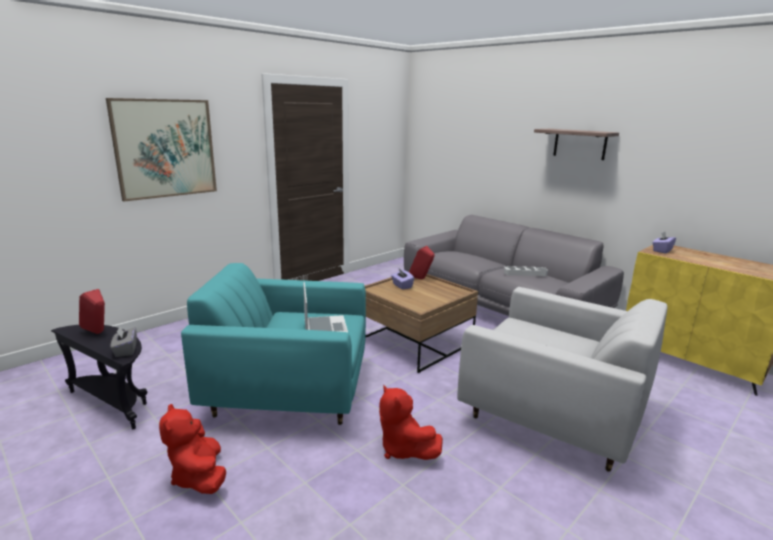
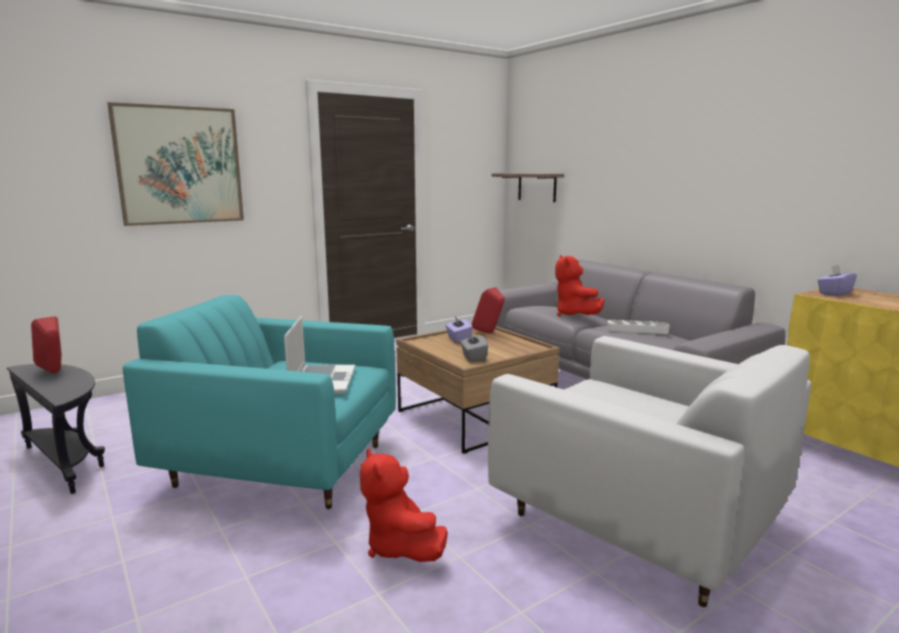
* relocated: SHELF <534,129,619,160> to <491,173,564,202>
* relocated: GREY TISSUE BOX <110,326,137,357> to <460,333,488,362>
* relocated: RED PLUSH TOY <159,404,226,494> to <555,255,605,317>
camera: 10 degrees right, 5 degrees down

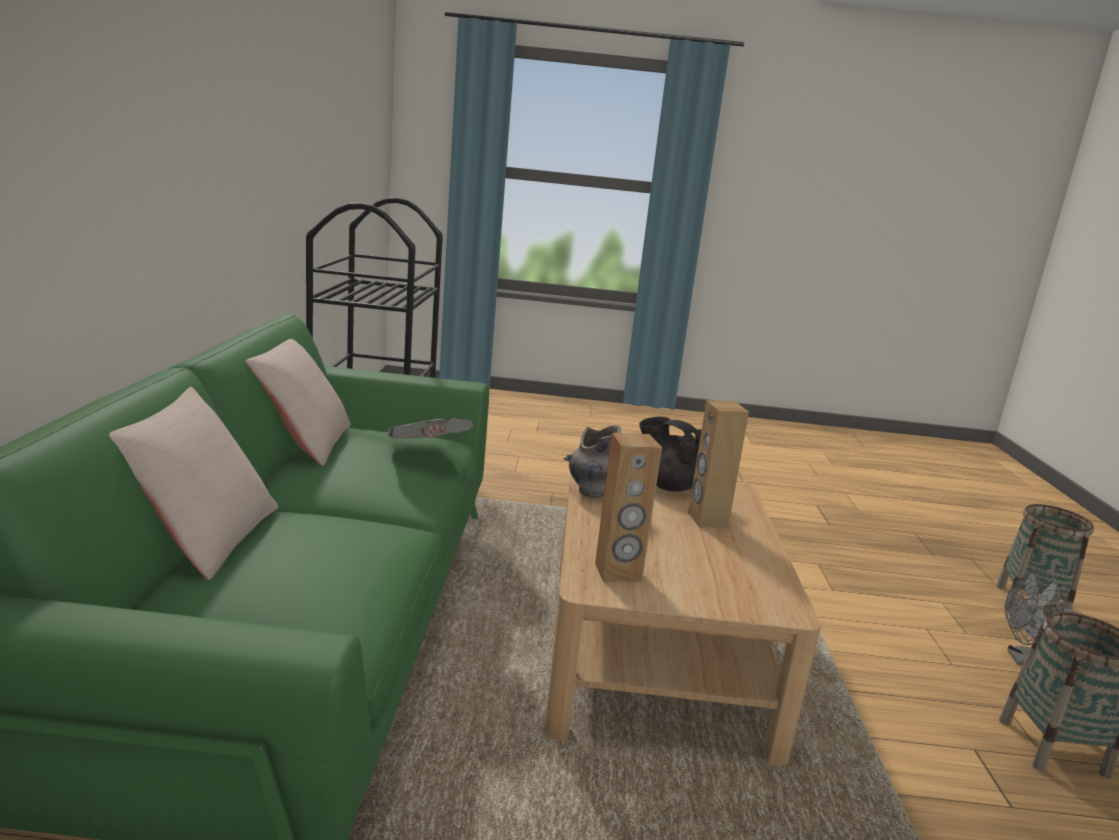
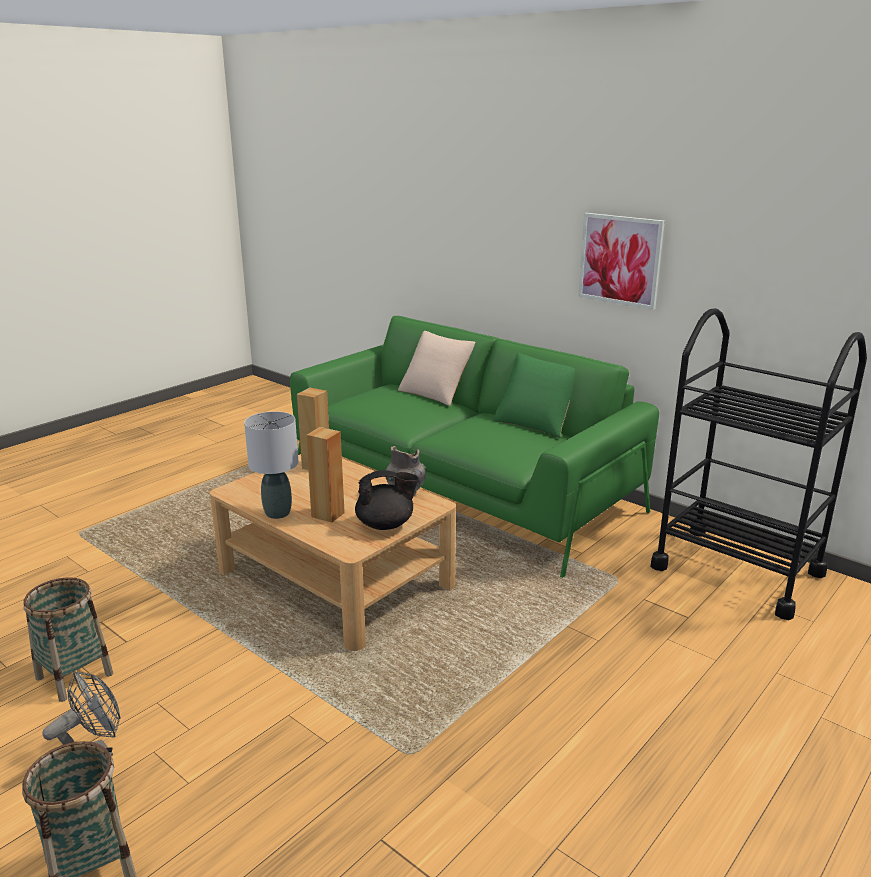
* colour: BEIGE PILLOW <245,339,351,466> to GREEN PILLOW <493,353,575,438>
* missing: NEWSPAPER <388,418,473,439>
* appeared: PICTURE <578,213,665,310>
* appeared: GREY TABLE LAMP <244,411,298,519>
camera: 130 degrees right, 5 degrees up

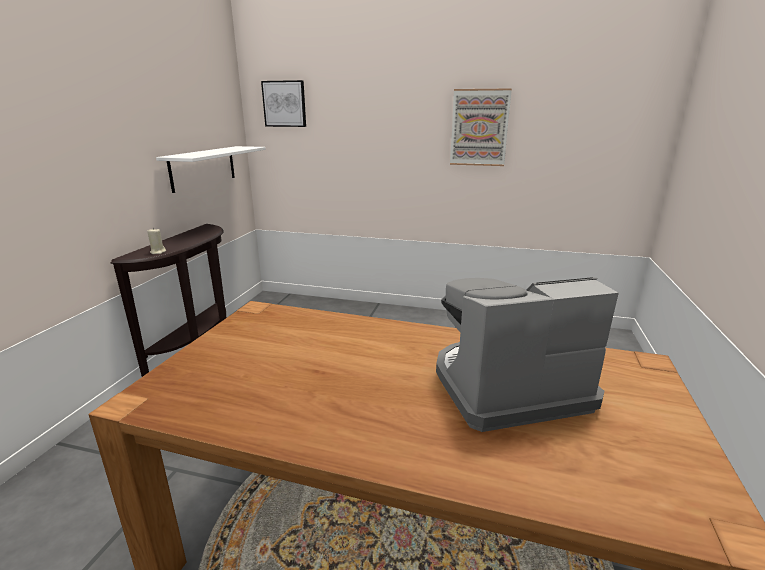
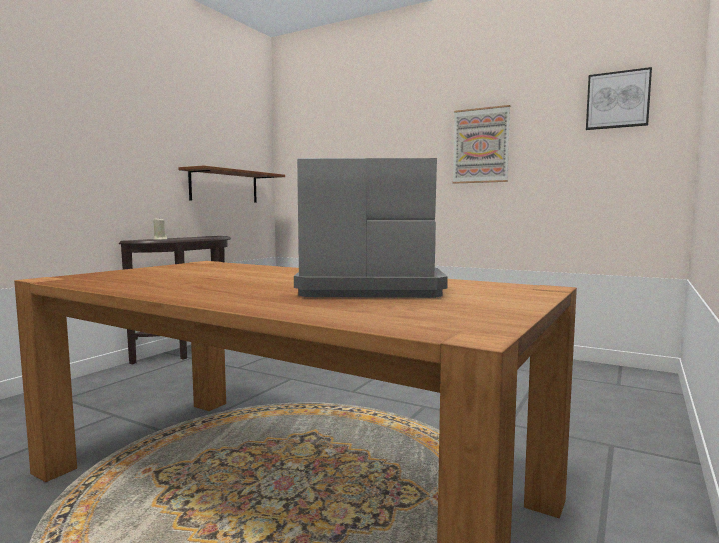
* relocated: PICTURE <261,80,306,127> to <586,67,652,130>
* colour: WHITE SHELF <156,146,266,193> to BROWN SHELF <178,165,285,203>
camera: 15 degrees right, 15 degrees down

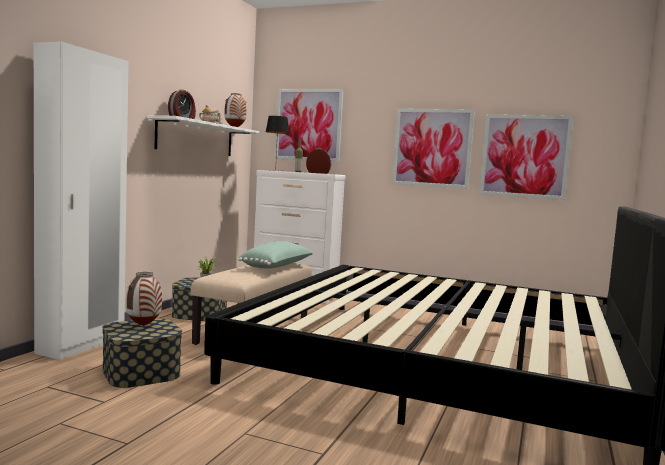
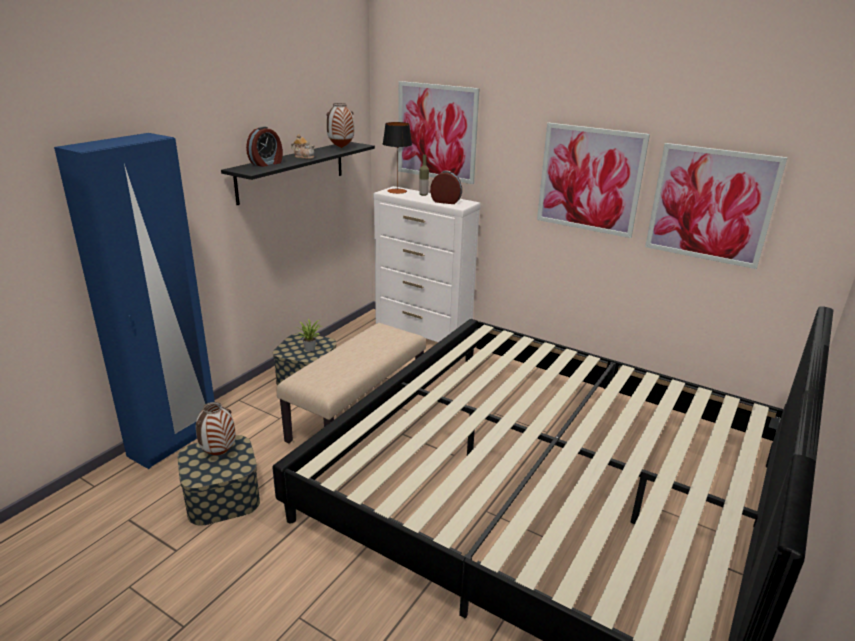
* colour: WHITE WARDROBE <34,41,129,360> to BLUE WARDROBE <54,133,215,469>
* colour: WHITE SHELF <147,115,260,156> to BLACK SHELF <221,142,375,205>
* missing: GREEN PILLOW <238,241,313,269>
camera: 10 degrees right, 20 degrees up

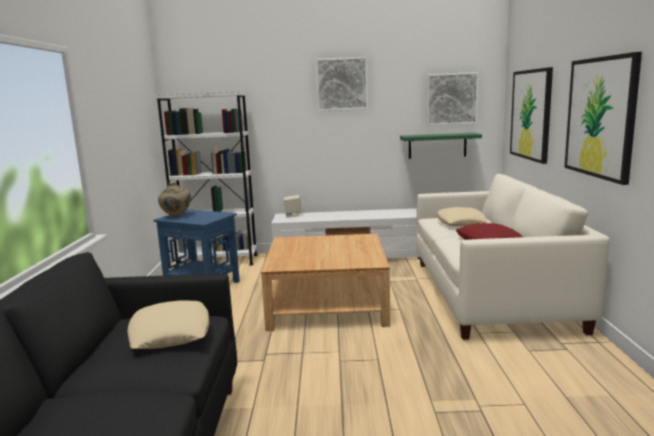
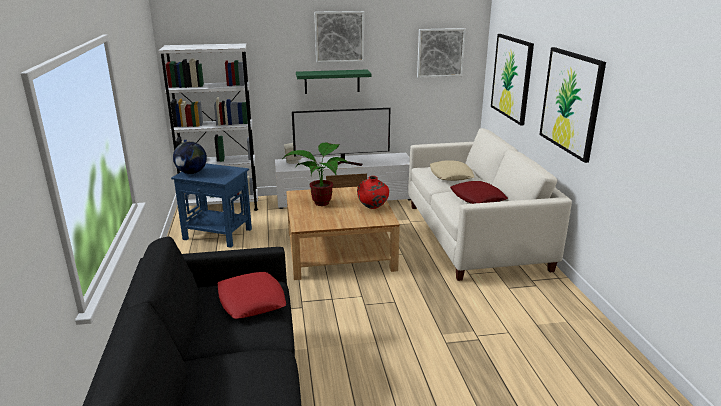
* relocated: GREEN SHELF <400,133,482,159> to <296,70,372,94>
* exchanged: BEIGE VASE <158,182,191,216> to GLOBE <173,141,207,174>
* colour: BEIGE PILLOW <127,301,209,349> to RED PILLOW <217,272,286,319>
* appeared: TELEVISION <292,108,390,166>
* appeared: POTTED PLANT <283,142,350,206>
* appeared: RED VASE <357,176,389,209>
camera: 10 degrees left, 10 degrees up

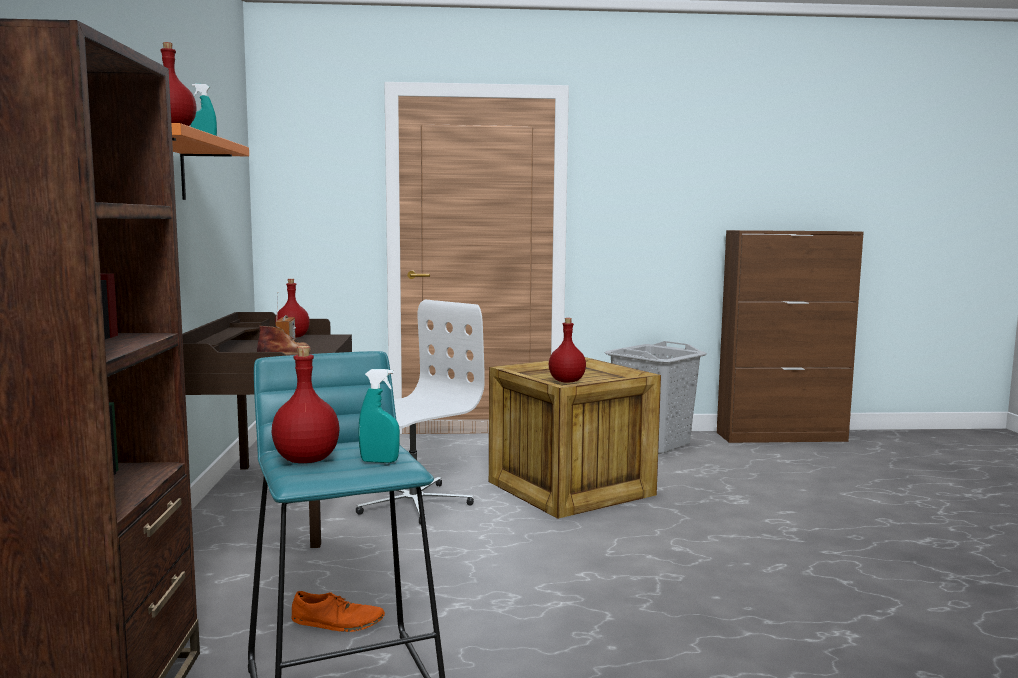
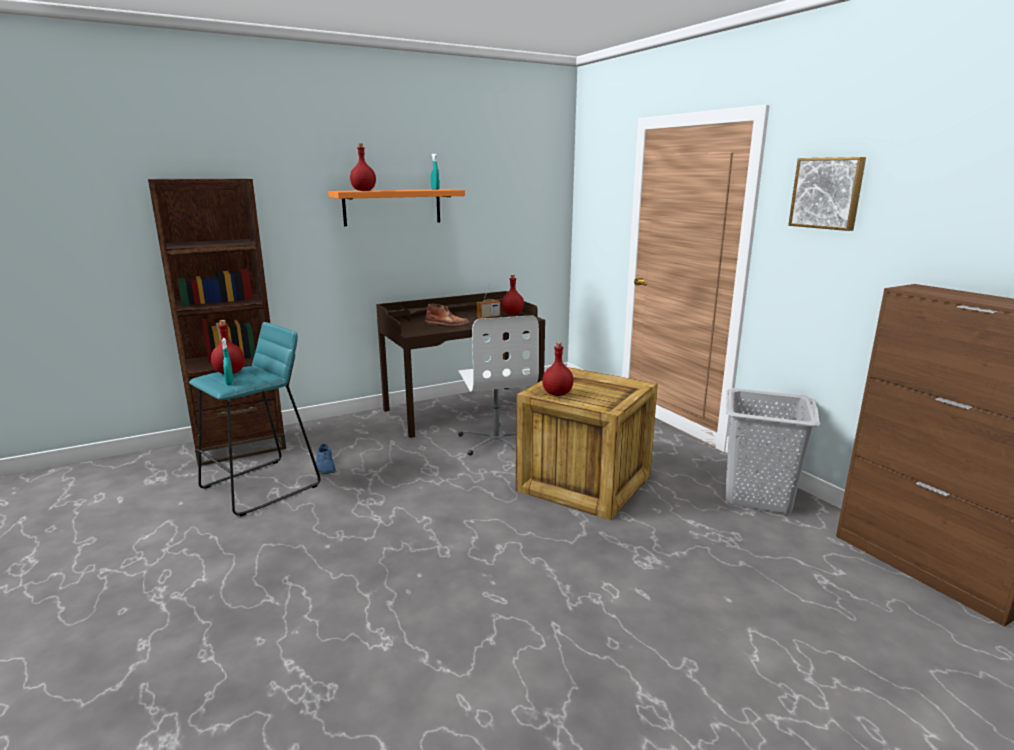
* spun: WHITE OFFICE CHAIR <356,300,485,525> = <458,315,539,456> 60 degrees clockwise
* colour: ORANGE SHOE <291,591,385,632> to BLUE SHOE <316,444,336,474>
* appeared: PICTURE <788,157,866,231>
camera: 65 degrees right, 10 degrees up

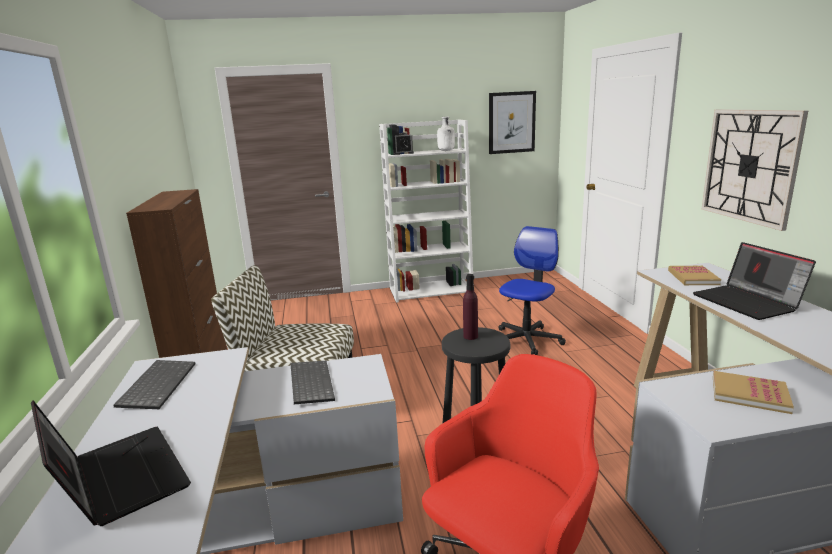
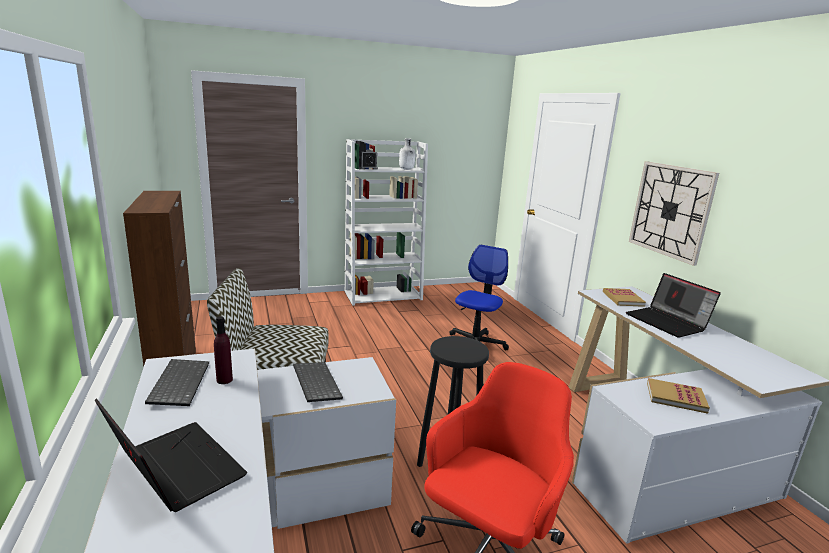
* missing: PICTURE <489,91,536,154>
* relocated: PURPLE BOTTLE <463,274,478,340> to <214,316,233,384>
camera: 10 degrees left, 0 degrees up

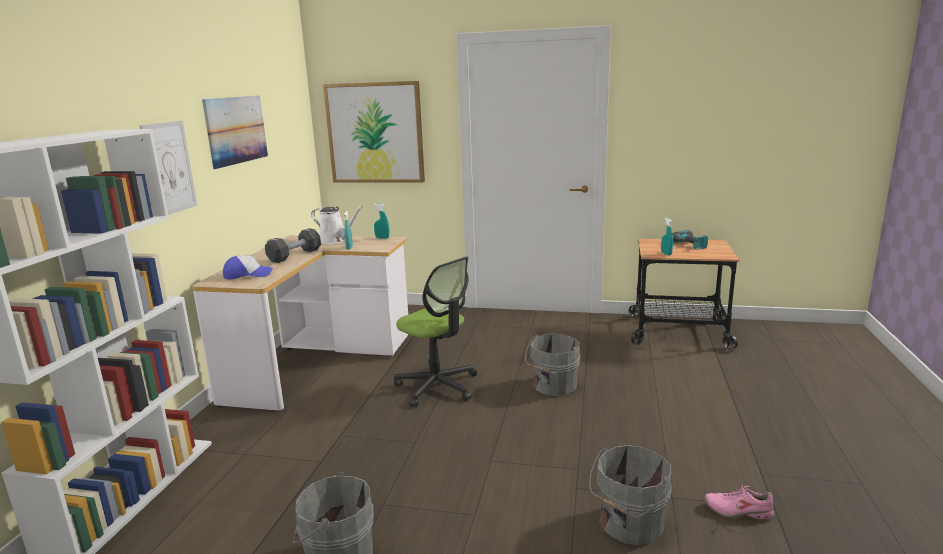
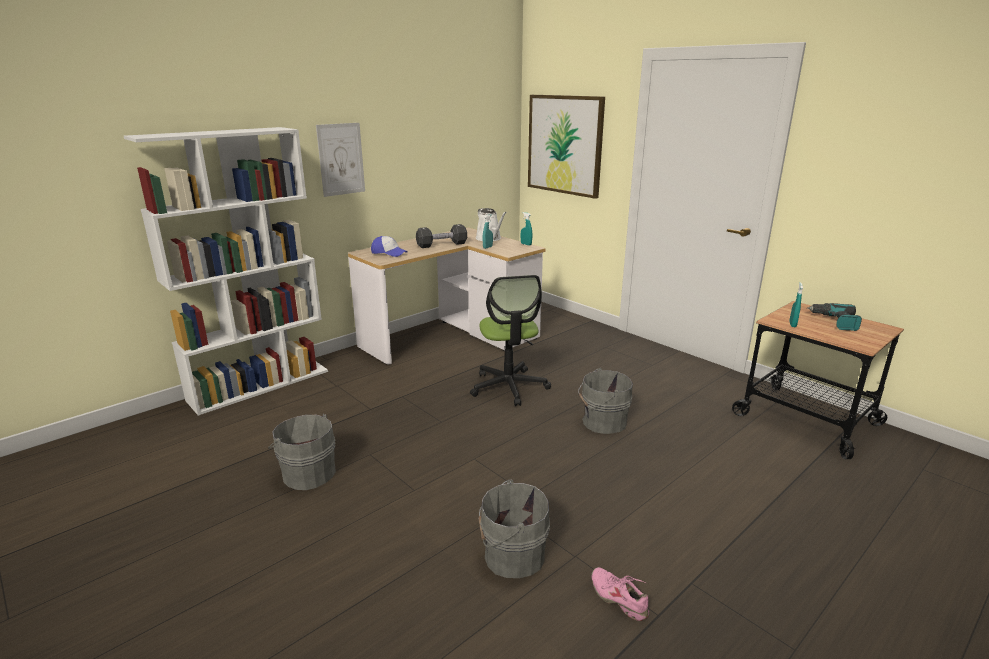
* missing: PICTURE <202,95,268,169>
camera: 35 degrees right, 5 degrees up

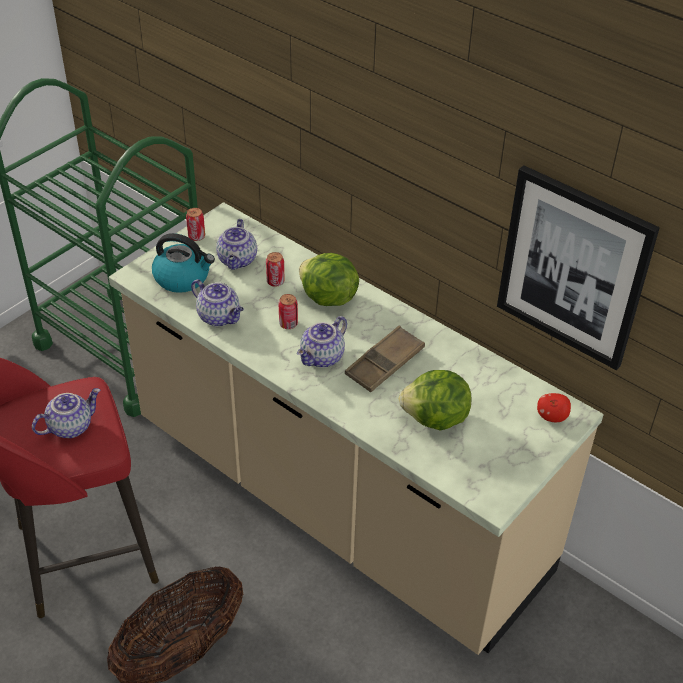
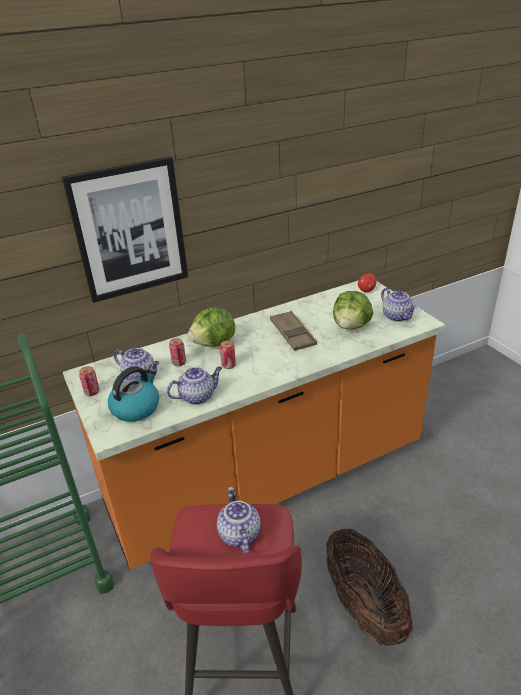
* relocated: PICTURE <497,165,660,370> to <62,157,188,303>
* colour: BEIGE COUNTER <109,202,603,655> to ORANGE COUNTER <63,280,445,570>
* relocated: TEAPOT <297,316,347,368> to <381,288,417,322>
camera: 65 degrees left, 10 degrees down

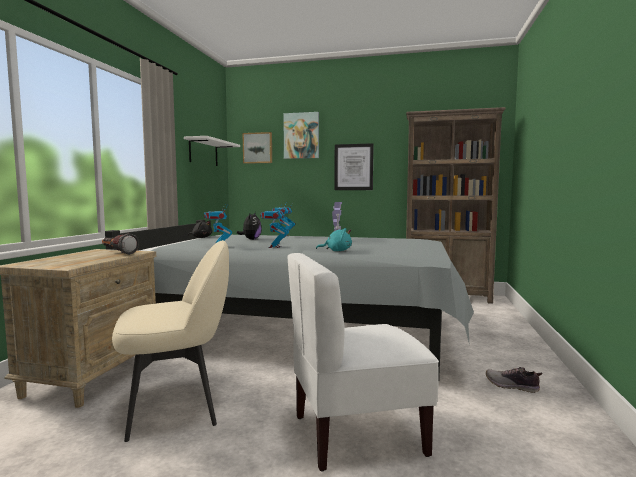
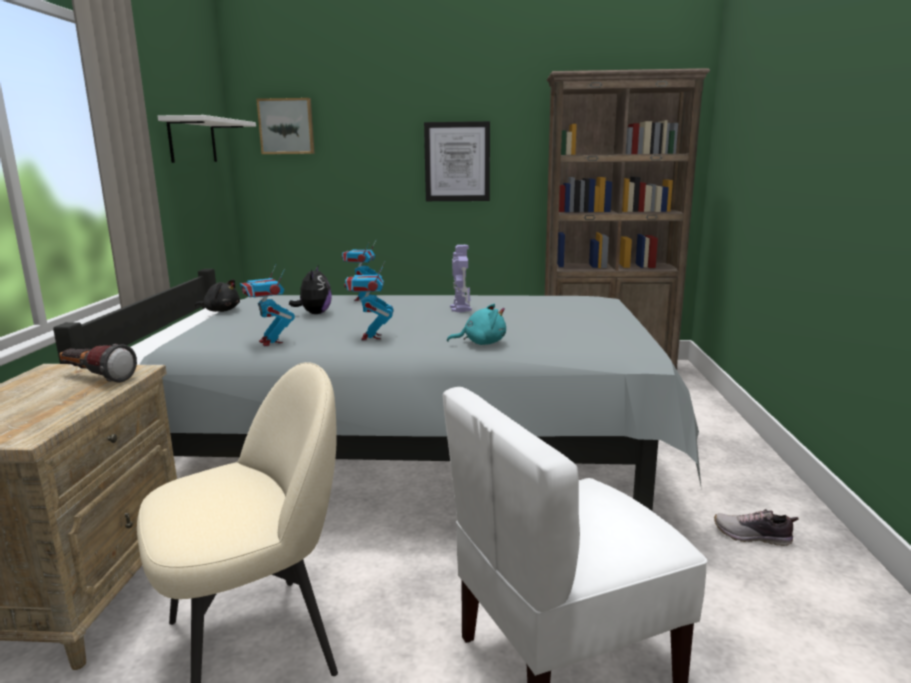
* missing: PICTURE <283,112,319,159>
camera: 10 degrees left, 10 degrees up

